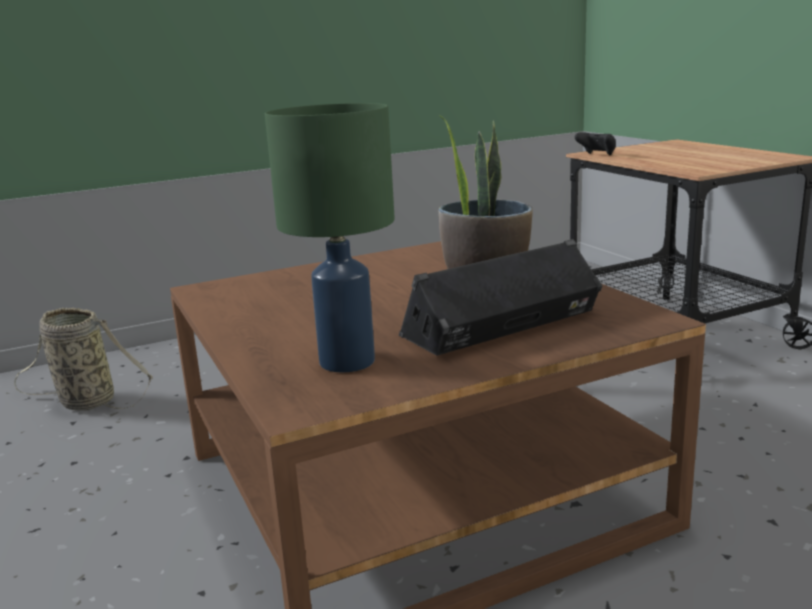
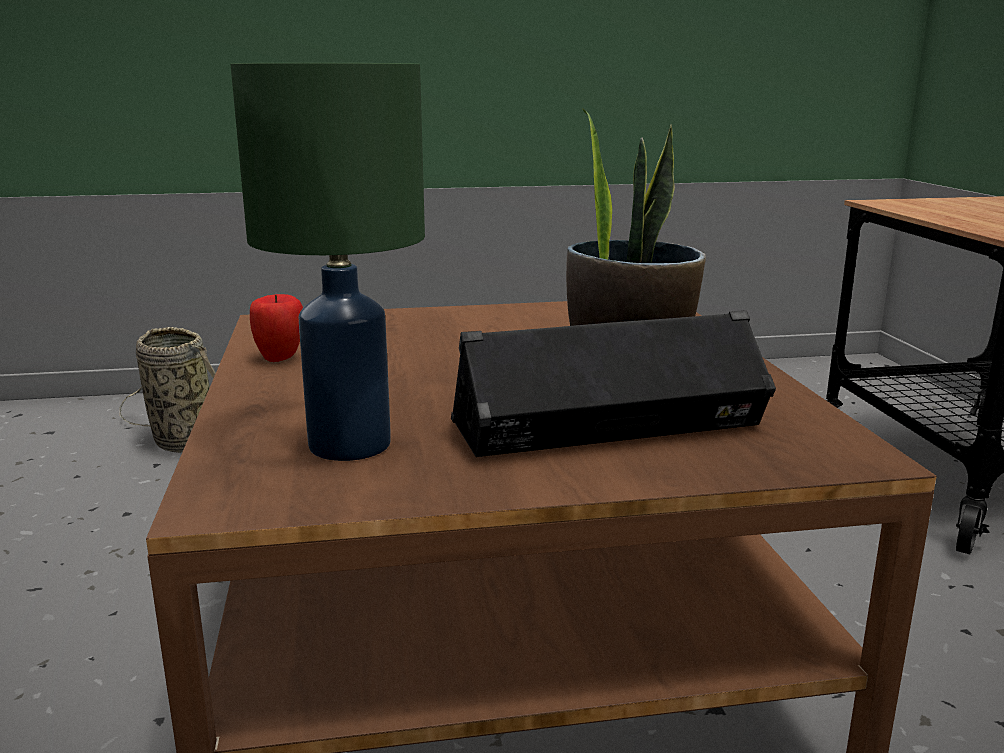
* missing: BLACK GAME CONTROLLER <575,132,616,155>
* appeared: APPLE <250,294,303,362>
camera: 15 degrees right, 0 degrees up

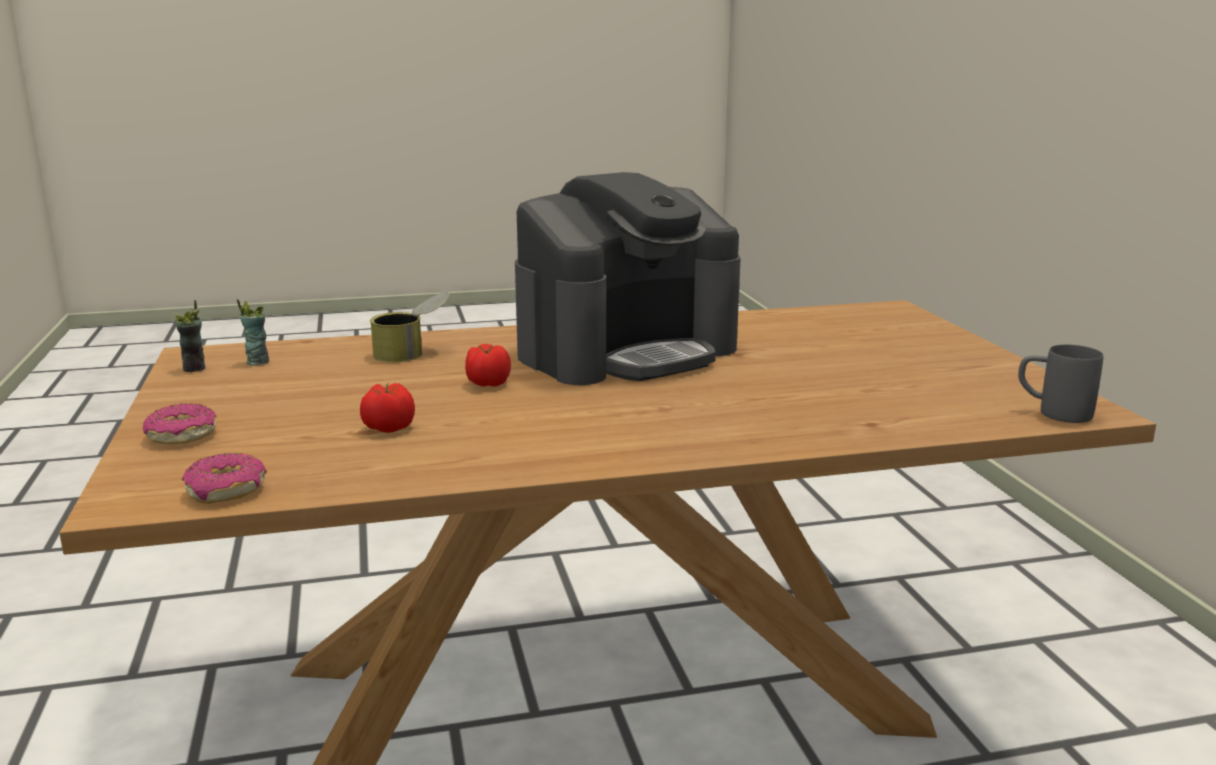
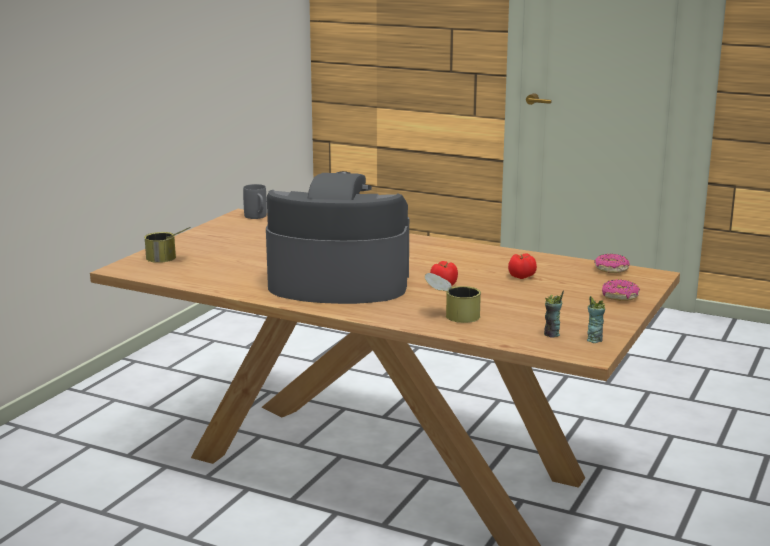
* appeared: CAN <144,227,190,263>
camera: 140 degrees left, 0 degrees up

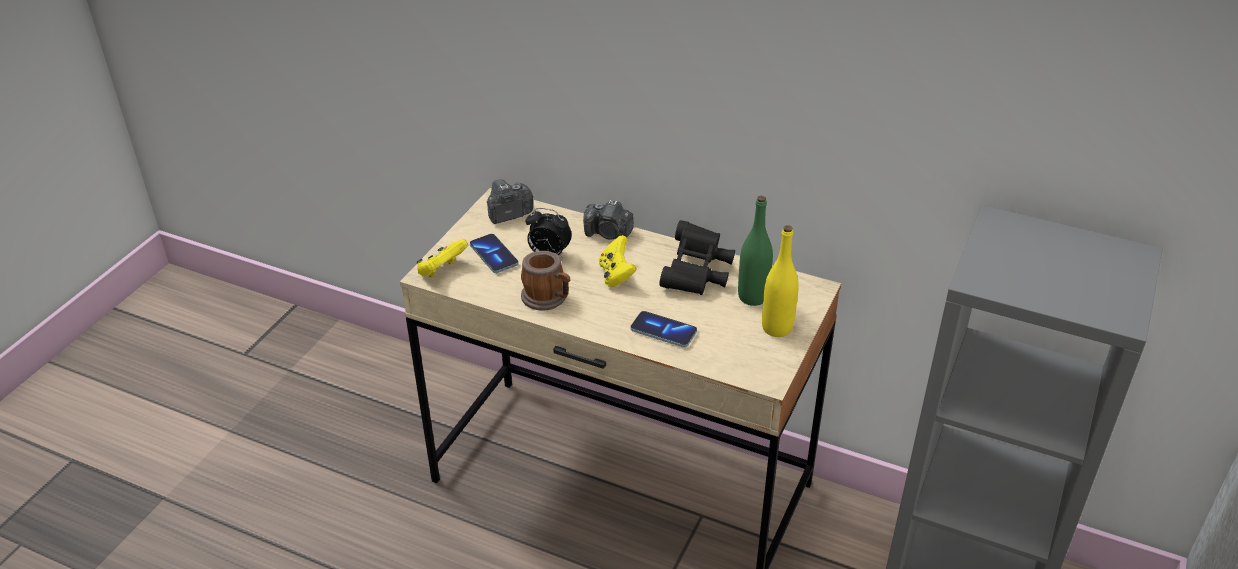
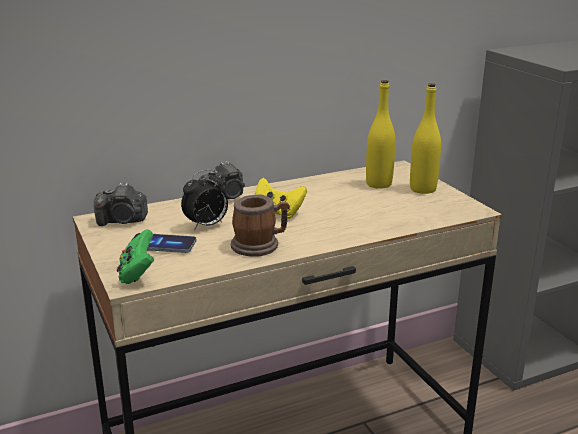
* spun: PHOTO CAMERA <487,179,533,224> = <94,183,148,226> 105 degrees counterclockwise
* colour: GREEN BOTTLE <738,196,773,306> to YELLOW BOTTLE <366,80,396,189>
* missing: BLACK BINOCULARS <659,220,735,295>
* colour: YELLOW GAME CONTROLLER <416,239,469,277> to GREEN GAME CONTROLLER <117,229,154,284>
* missing: PHONE <630,311,697,347>
camera: 50 degrees left, 15 degrees down

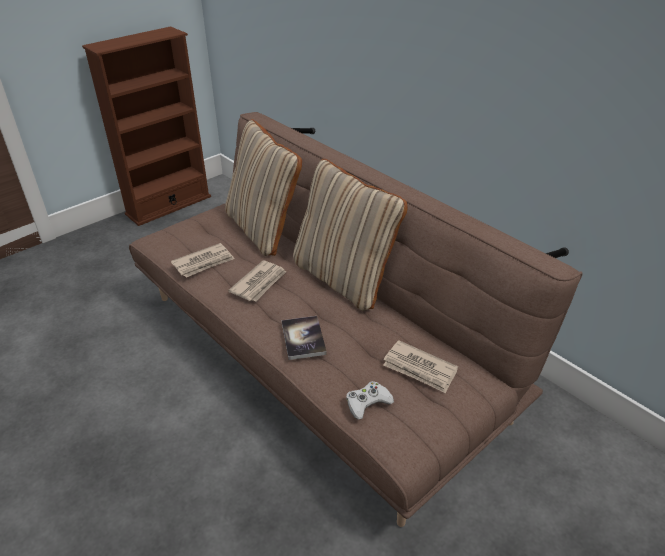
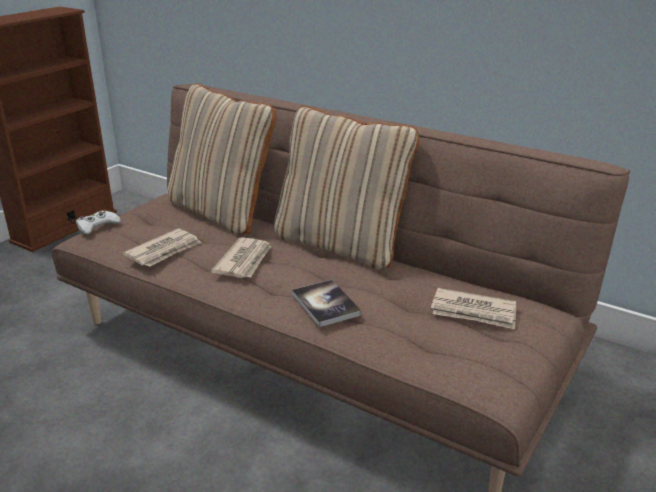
* relocated: WHITE GAME CONTROLLER <346,381,394,420> to <76,210,121,235>
camera: 15 degrees left, 10 degrees down

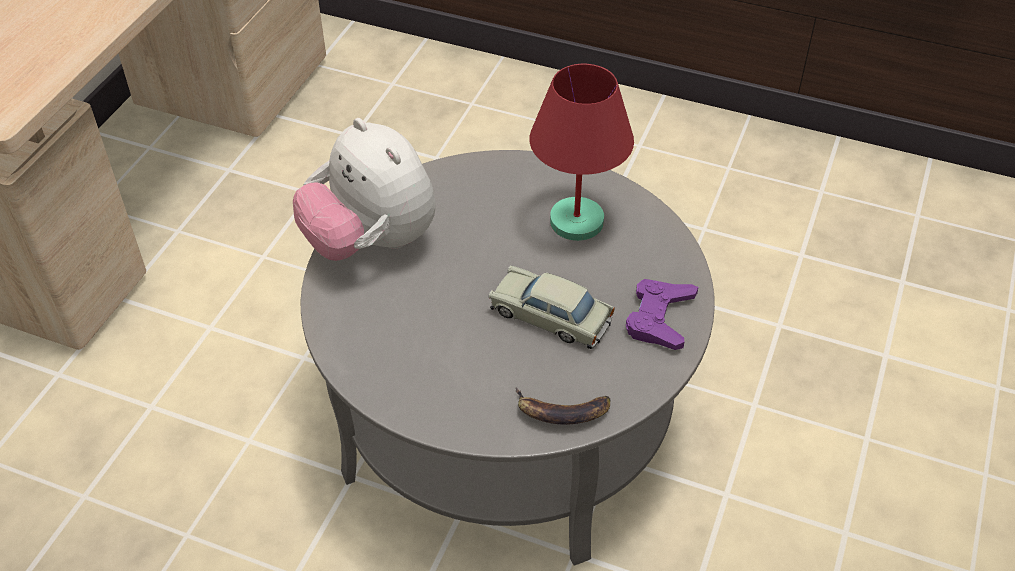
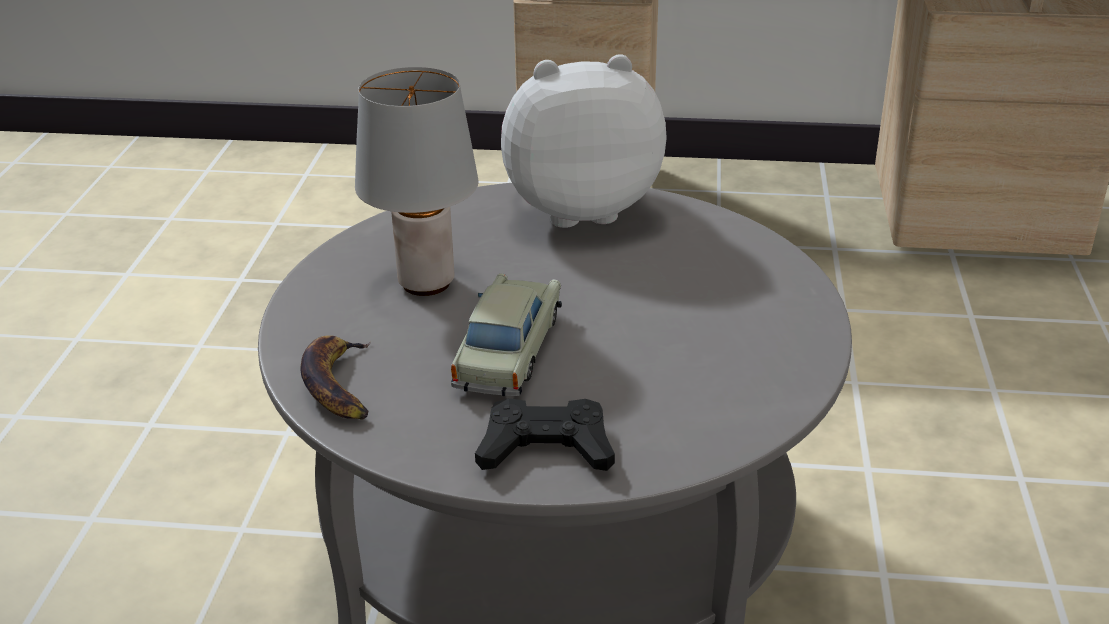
* missing: RED TABLE LAMP <529,64,634,241>
* spun: PLUSH TOY <293,118,436,261> = <501,54,667,228> 45 degrees clockwise
* colour: PURPLE GAME CONTROLLER <626,279,698,350> to BLACK GAME CONTROLLER <475,398,615,471>
* appeared: GREY TABLE LAMP <355,67,478,296>
camera: 75 degrees right, 15 degrees down

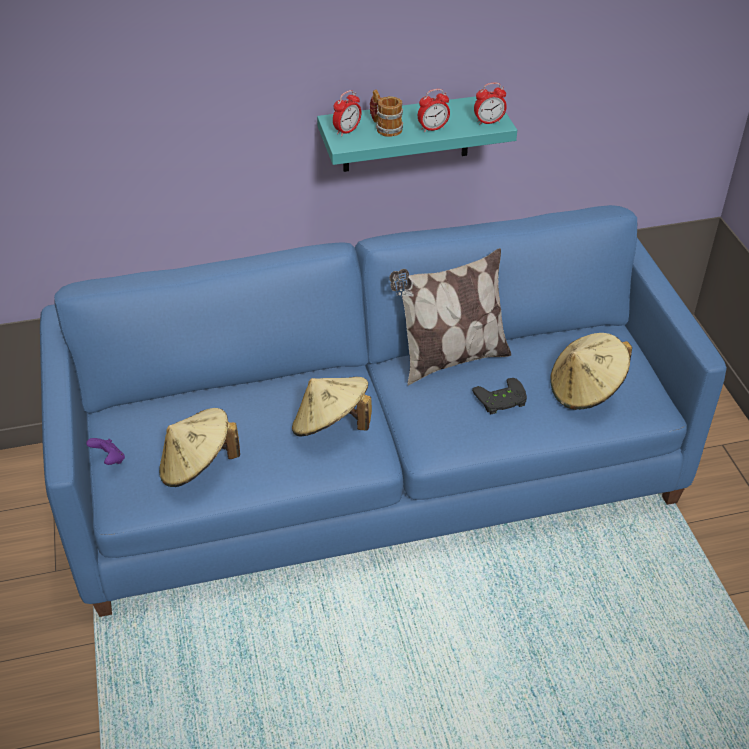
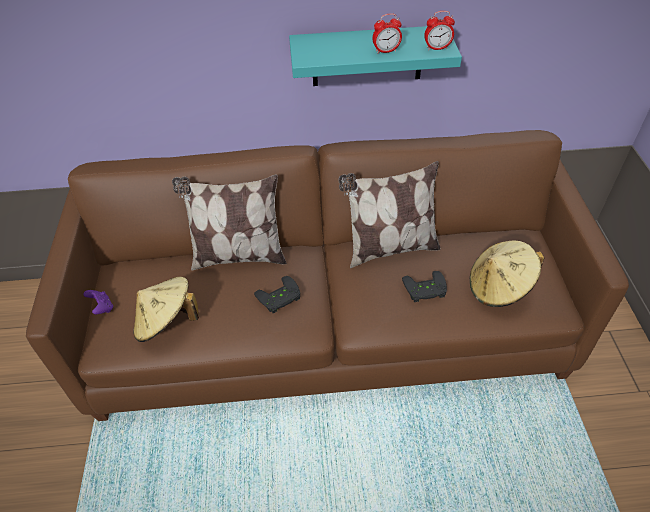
* missing: MUG <370,89,403,137>
* missing: ALARM CLOCK <333,90,361,136>
* colour: BLUE SOFA <40,205,727,617> to BROWN SOFA <26,130,629,421>
* exchanged: BEIGE HAT <292,377,372,436> to BLACK GAME CONTROLLER <254,276,300,314>
* appeared: PILLOW <172,175,287,271>
camera: 10 degrees right, 5 degrees up

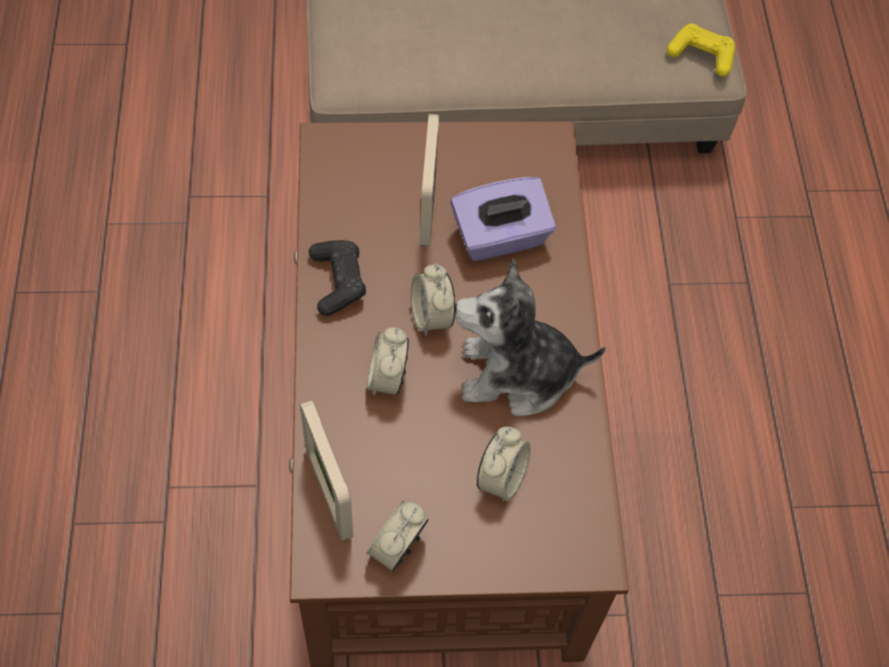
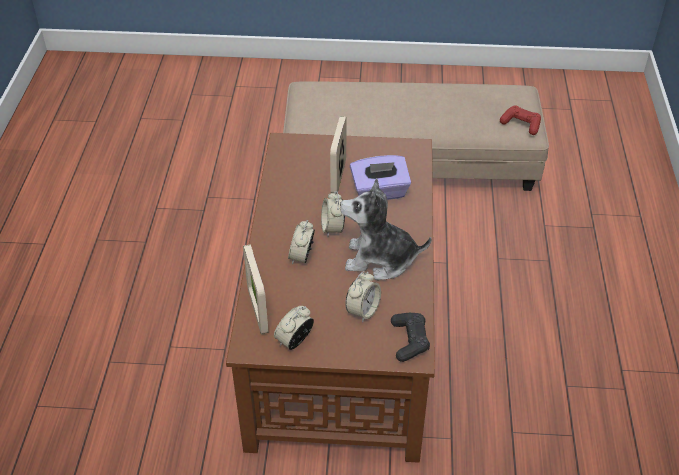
* colour: YELLOW GAME CONTROLLER <667,23,735,77> to RED GAME CONTROLLER <500,106,541,135>
* relocated: BLACK GAME CONTROLLER <309,240,366,316> to <391,313,430,362>
camera: 10 degrees right, 15 degrees down

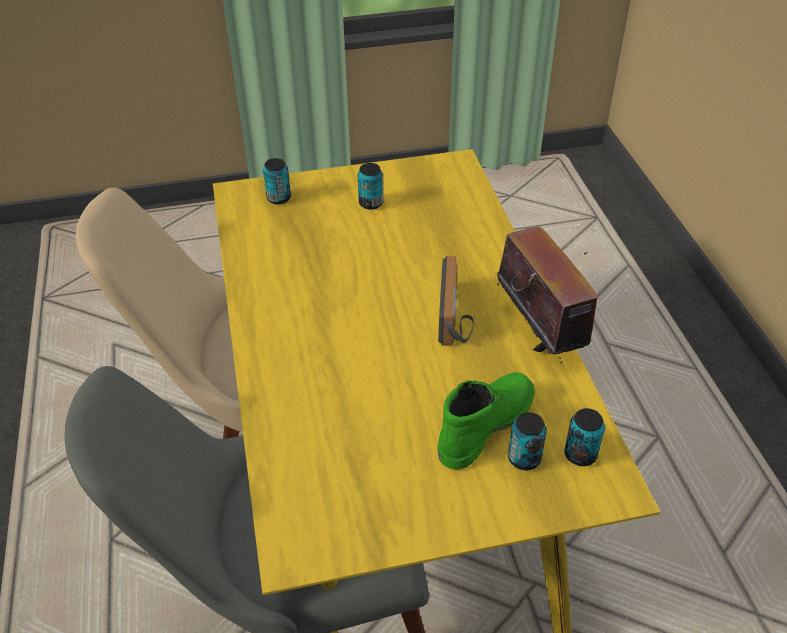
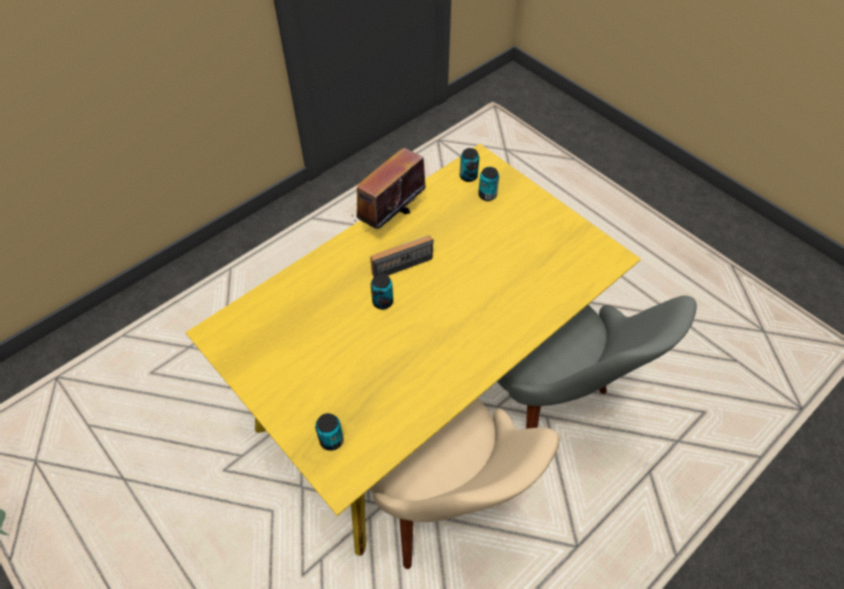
* relocated: CAN <358,163,383,210> to <371,274,393,309>
* missing: GREEN BOOT <438,372,534,470>
camera: 120 degrees left, 10 degrees up

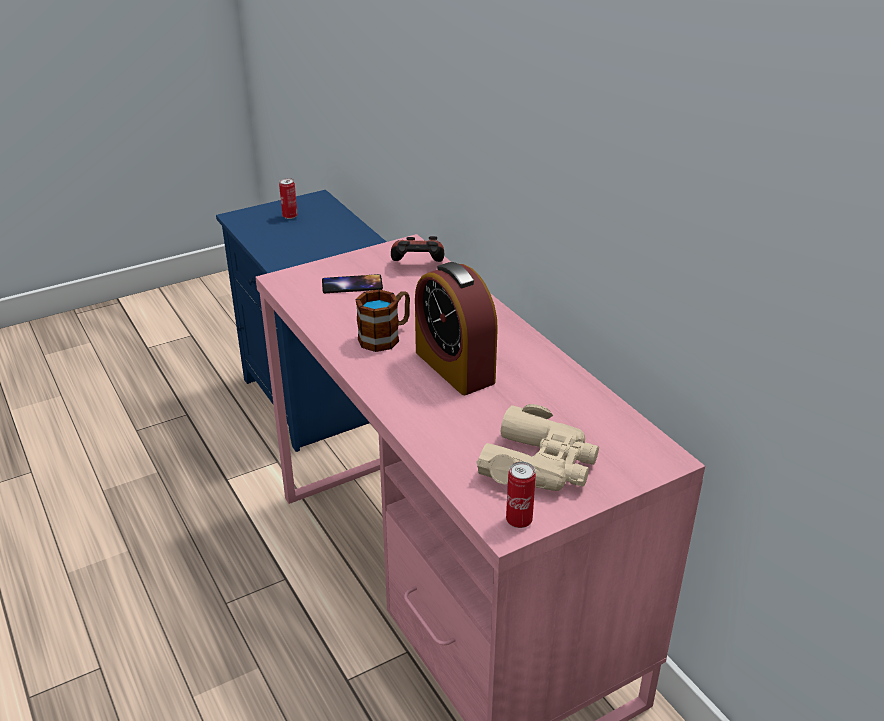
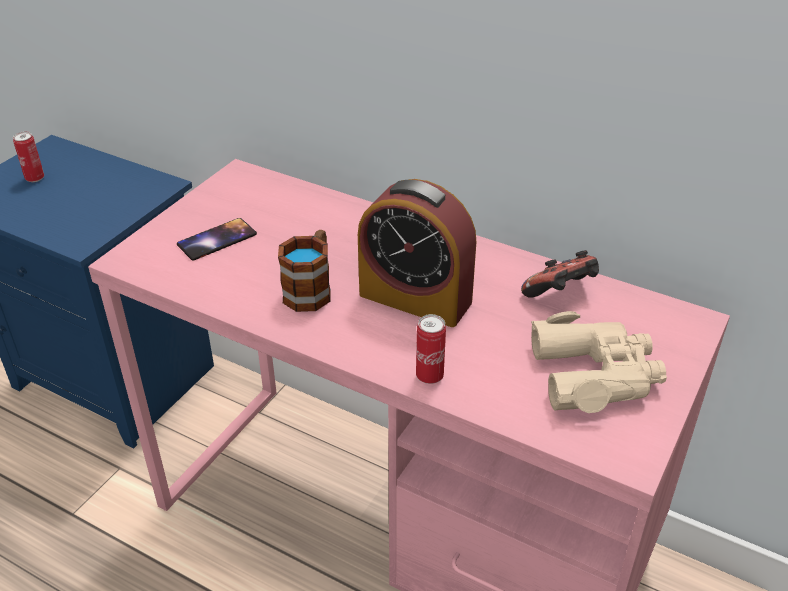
* relocated: GAME CONTROLLER <391,236,444,262> to <521,250,599,298>
* relocated: CAN <506,462,536,528> to <416,314,446,384>
camera: 30 degrees left, 5 degrees up

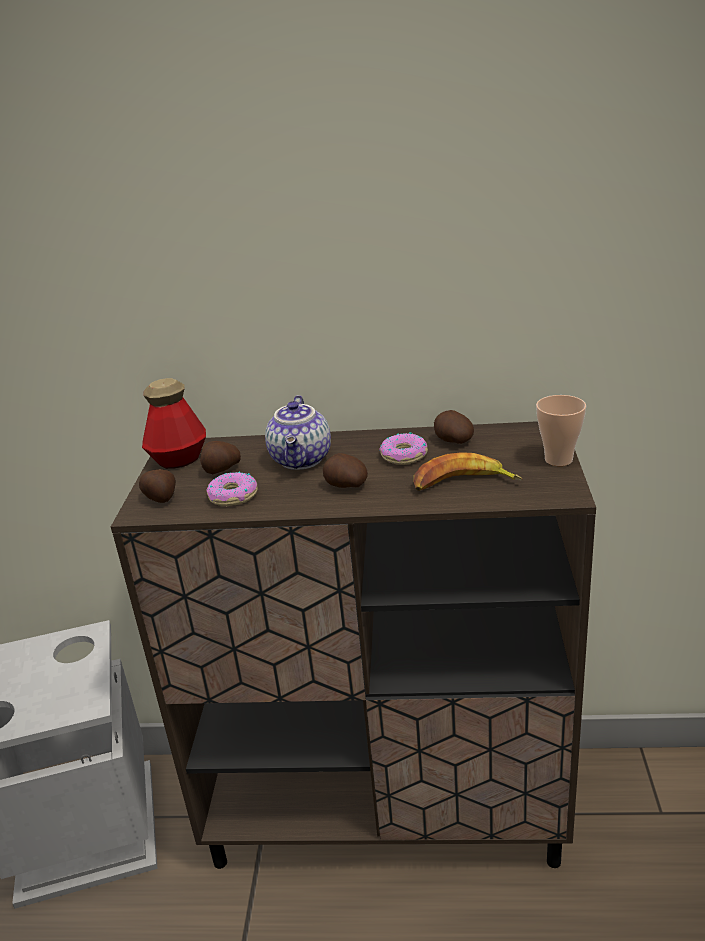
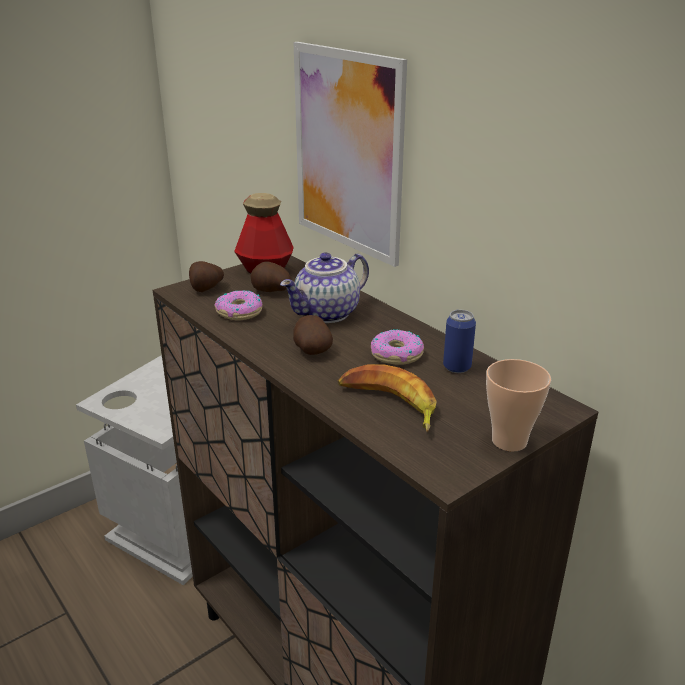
* exchanged: POTATO <434,410,474,444> to CAN <443,310,476,373>
* appeared: PICTURE <293,42,407,267>
camera: 45 degrees right, 0 degrees up

